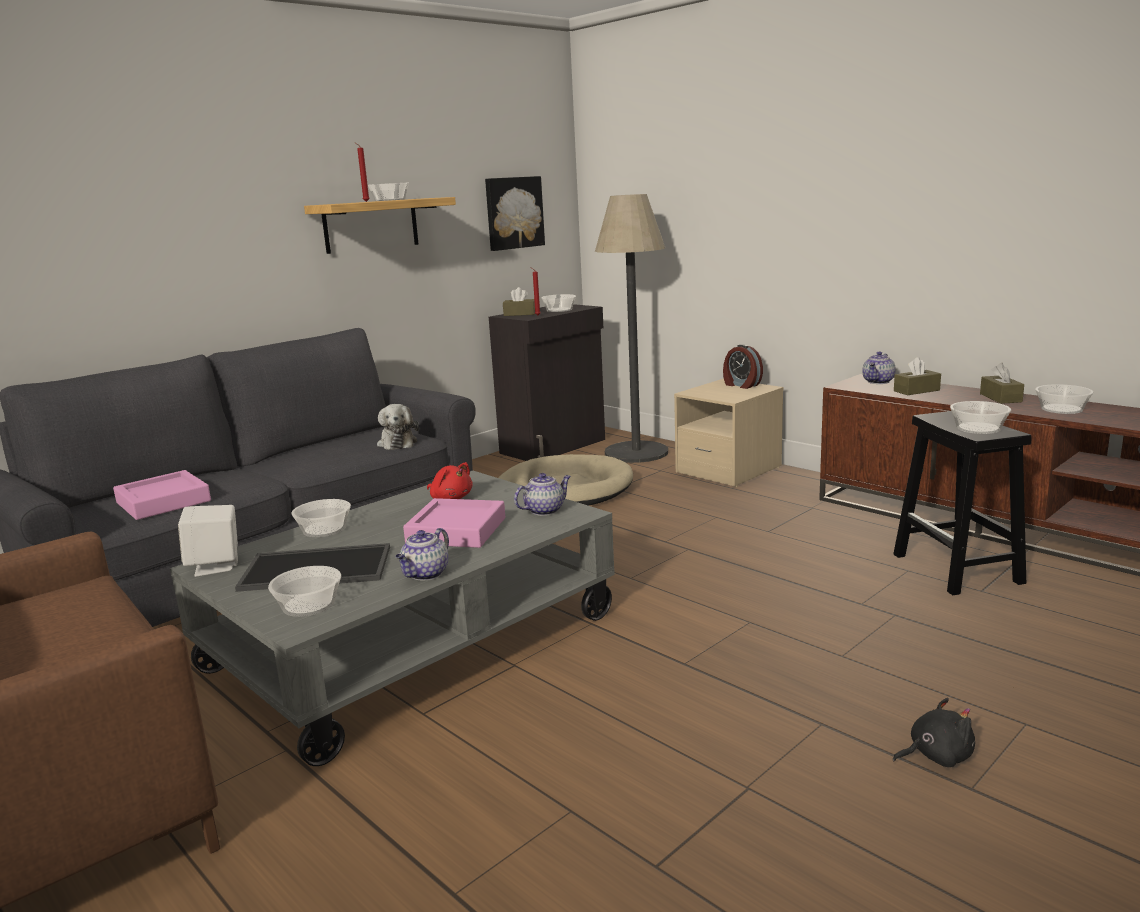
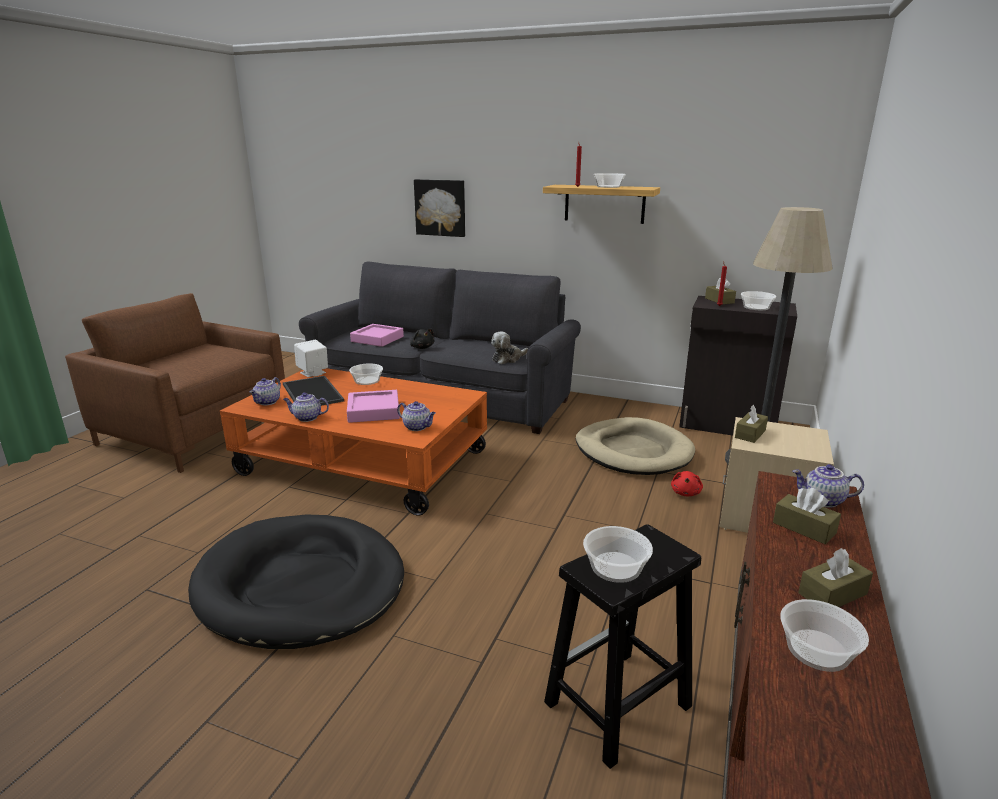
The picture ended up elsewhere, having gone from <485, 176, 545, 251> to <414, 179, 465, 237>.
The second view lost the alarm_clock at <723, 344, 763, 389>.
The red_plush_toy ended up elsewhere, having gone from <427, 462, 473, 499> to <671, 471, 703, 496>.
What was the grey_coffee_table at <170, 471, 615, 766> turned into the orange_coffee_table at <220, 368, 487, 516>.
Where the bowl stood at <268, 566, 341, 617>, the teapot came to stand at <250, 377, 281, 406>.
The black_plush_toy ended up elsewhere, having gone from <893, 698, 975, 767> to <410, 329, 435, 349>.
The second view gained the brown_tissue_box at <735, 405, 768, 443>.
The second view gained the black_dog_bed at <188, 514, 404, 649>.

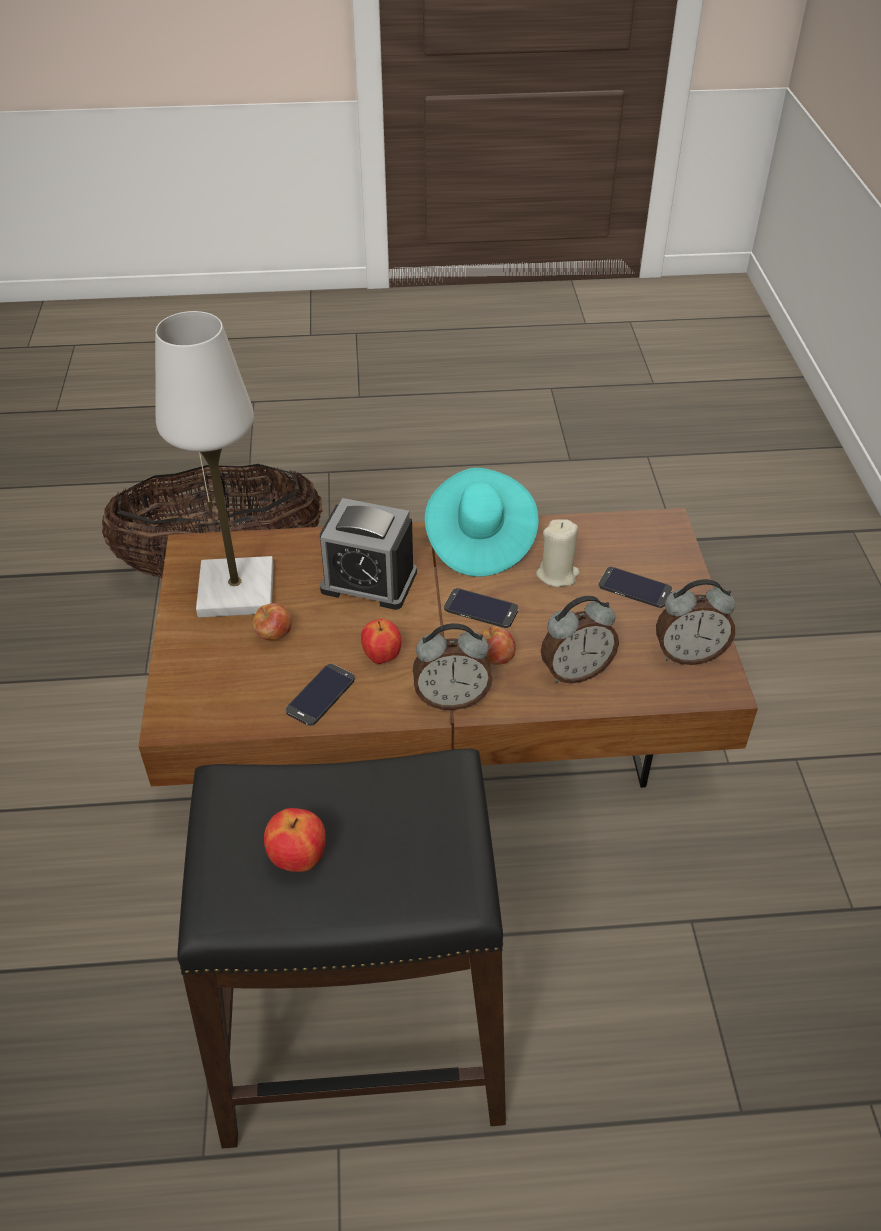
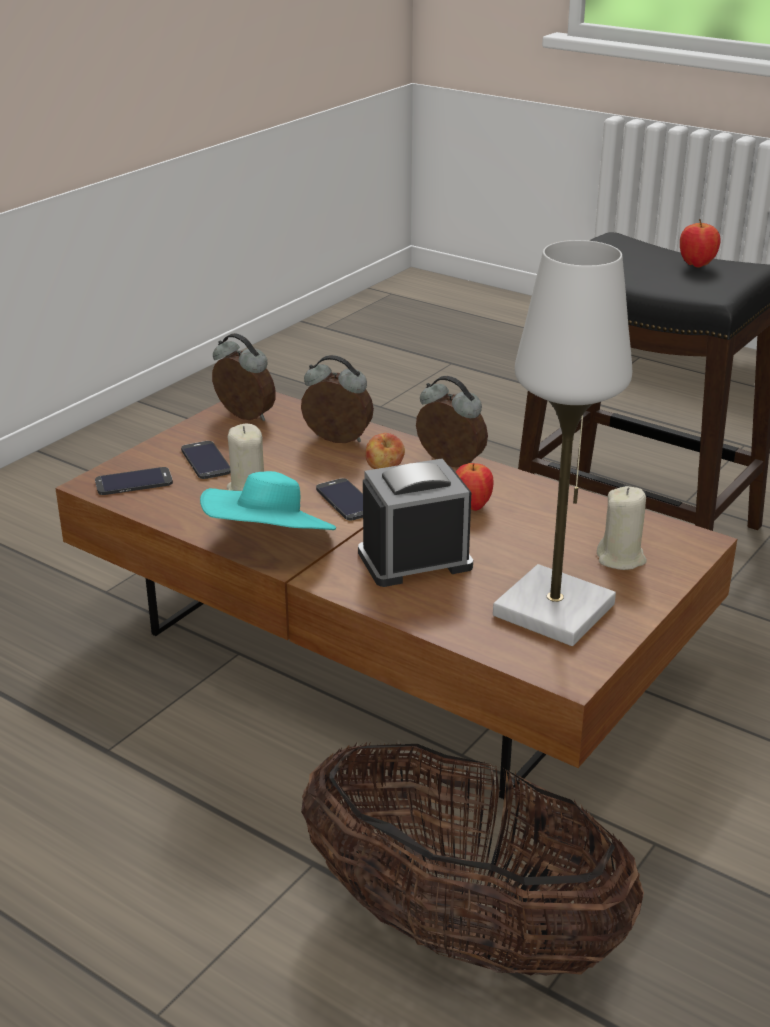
The alarm_clock at <320, 498, 417, 610> ended up facing another way, 75 degrees counterclockwise from before.
The second view lost the apple at <253, 603, 292, 640>.
The phone ended up elsewhere, having gone from <286, 664, 355, 726> to <95, 467, 173, 495>.
The second view gained the beige_candle at <597, 486, 647, 570>.

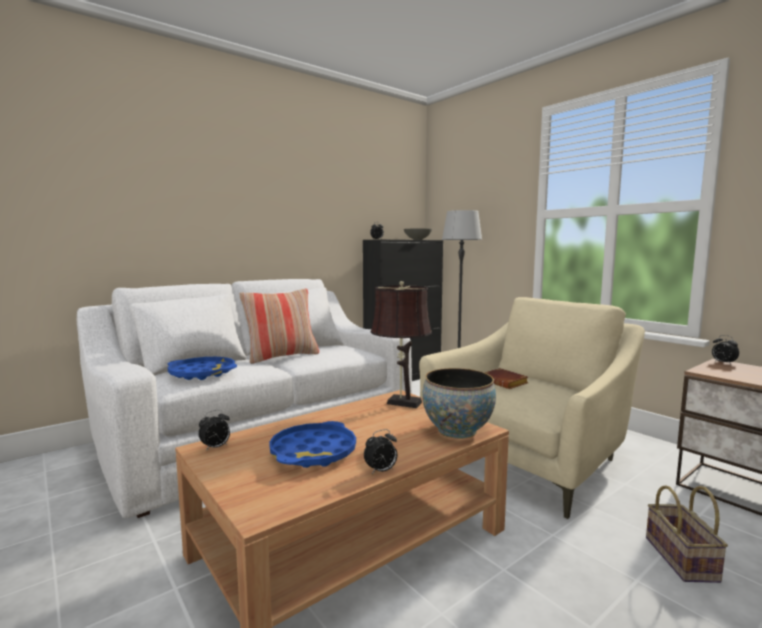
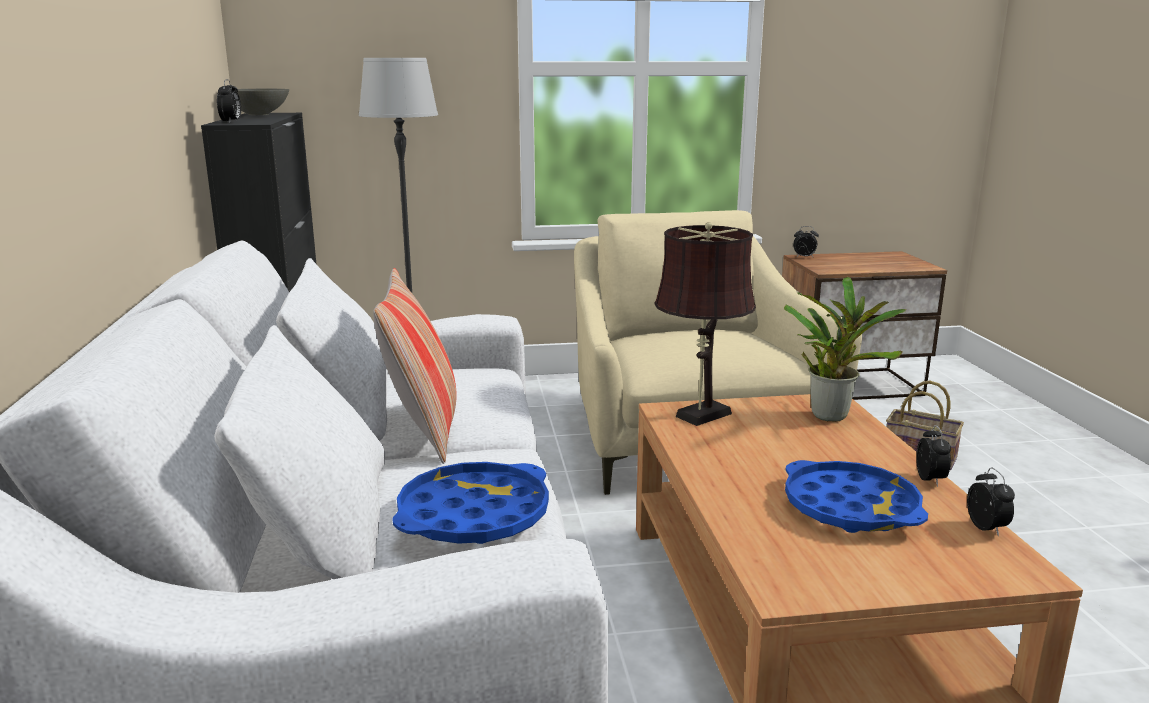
Where the bowl stood at <422, 368, 496, 439>, the potted_plant came to stand at <784, 277, 906, 422>.
The second view lost the brown_book at <484, 368, 528, 389>.
The alarm_clock ended up elsewhere, having gone from <198, 410, 230, 451> to <967, 468, 1015, 537>.

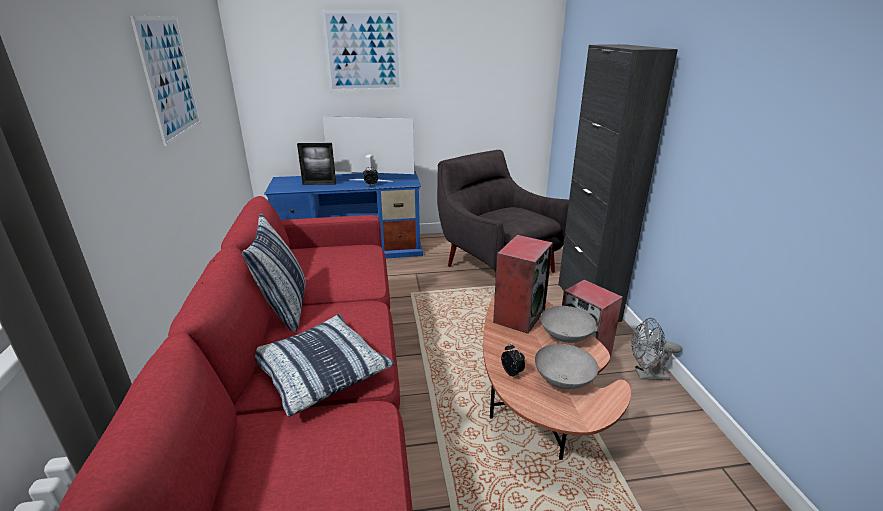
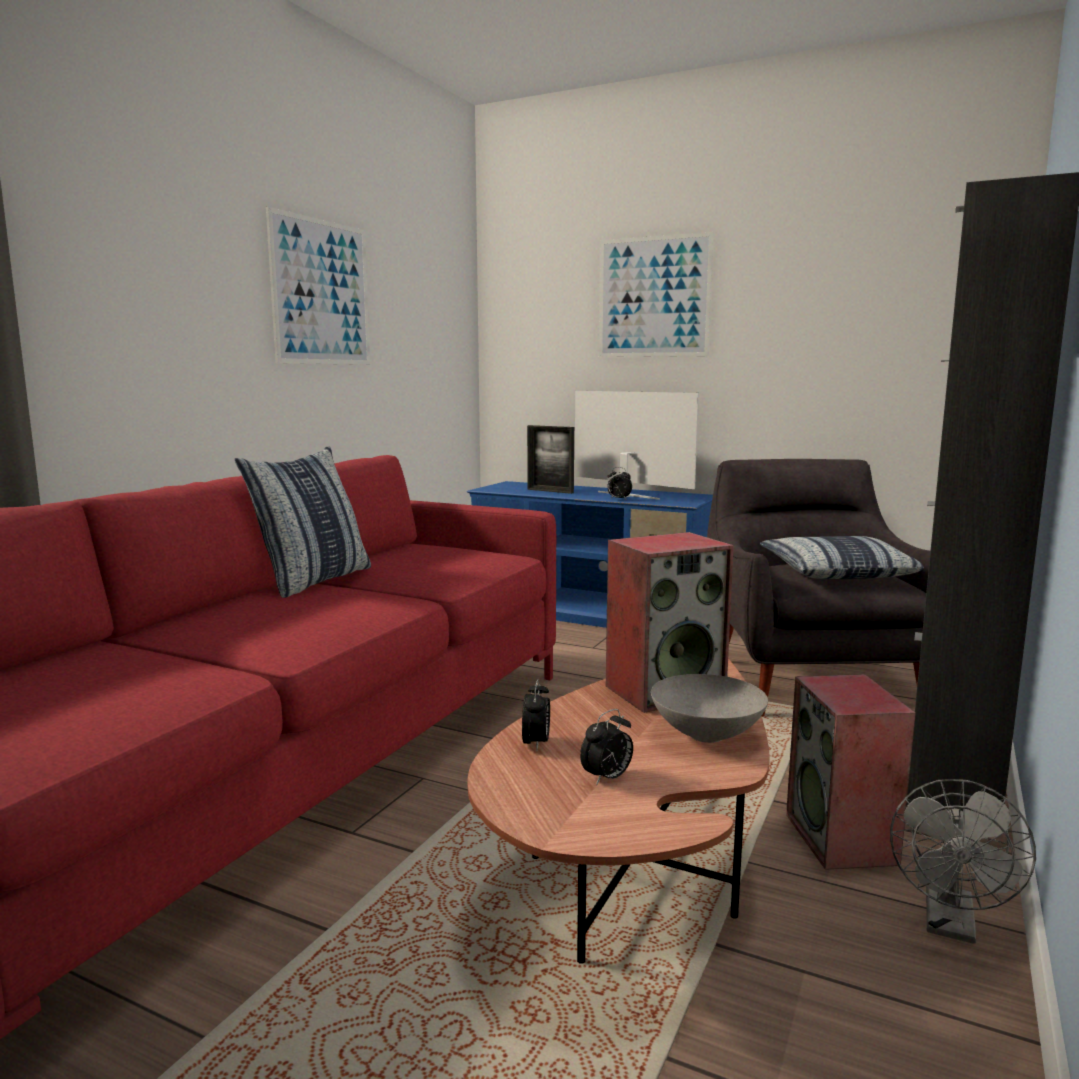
The pillow ended up elsewhere, having gone from <255, 314, 395, 417> to <760, 536, 924, 579>.
The grey_fan at <631, 318, 682, 380> ended up facing another way, 105 degrees counterclockwise from before.
Where the grey_bowl stood at <535, 344, 599, 389>, the alarm_clock came to stand at <580, 709, 633, 785>.

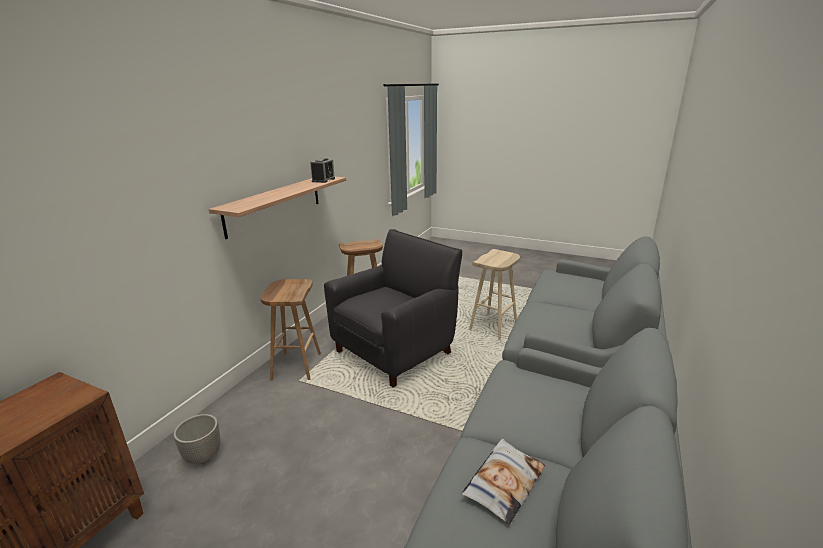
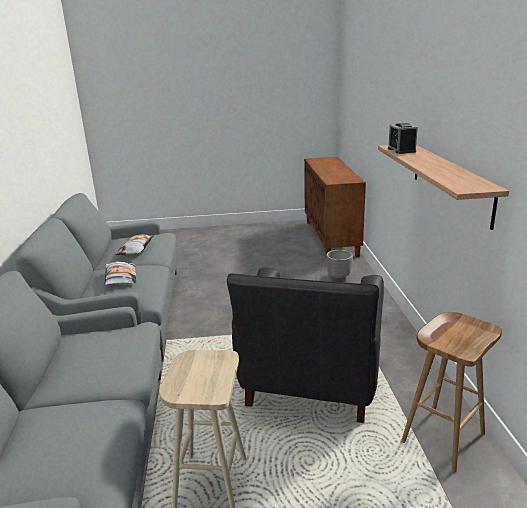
The alarm_clock ended up elsewhere, having gone from <310, 158, 335, 183> to <388, 123, 418, 154>.
The second view lost the brown_stool at <260, 279, 321, 380>.
The second view gained the pillow at <105, 261, 136, 285>.

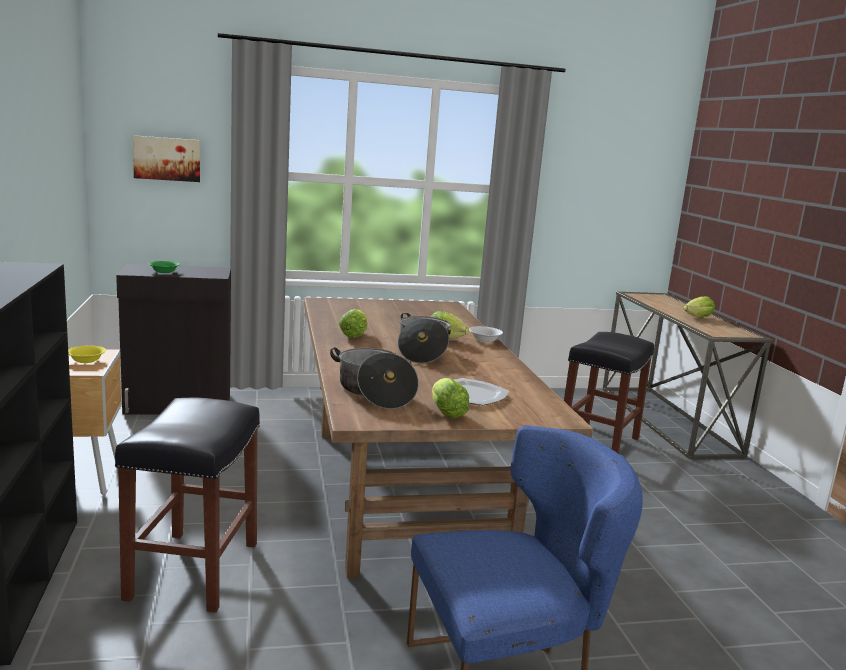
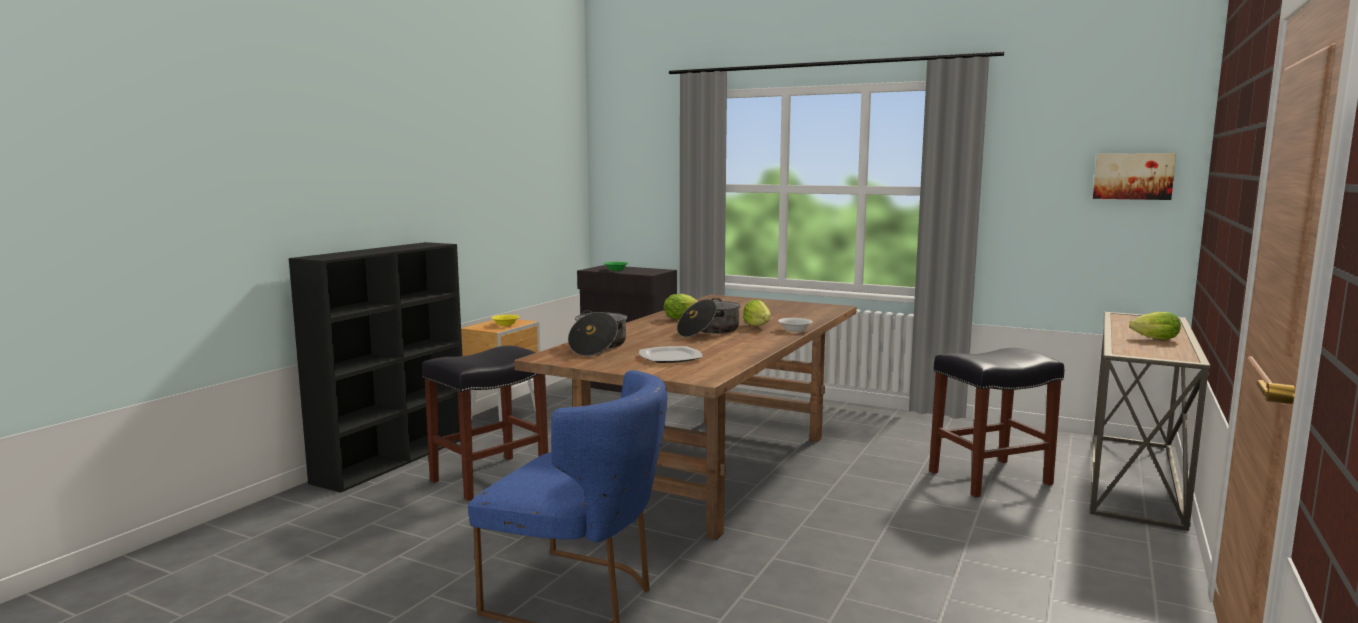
The picture ended up elsewhere, having gone from <133, 135, 200, 182> to <1093, 153, 1176, 200>.
The second view lost the lettuce at <432, 378, 469, 418>.

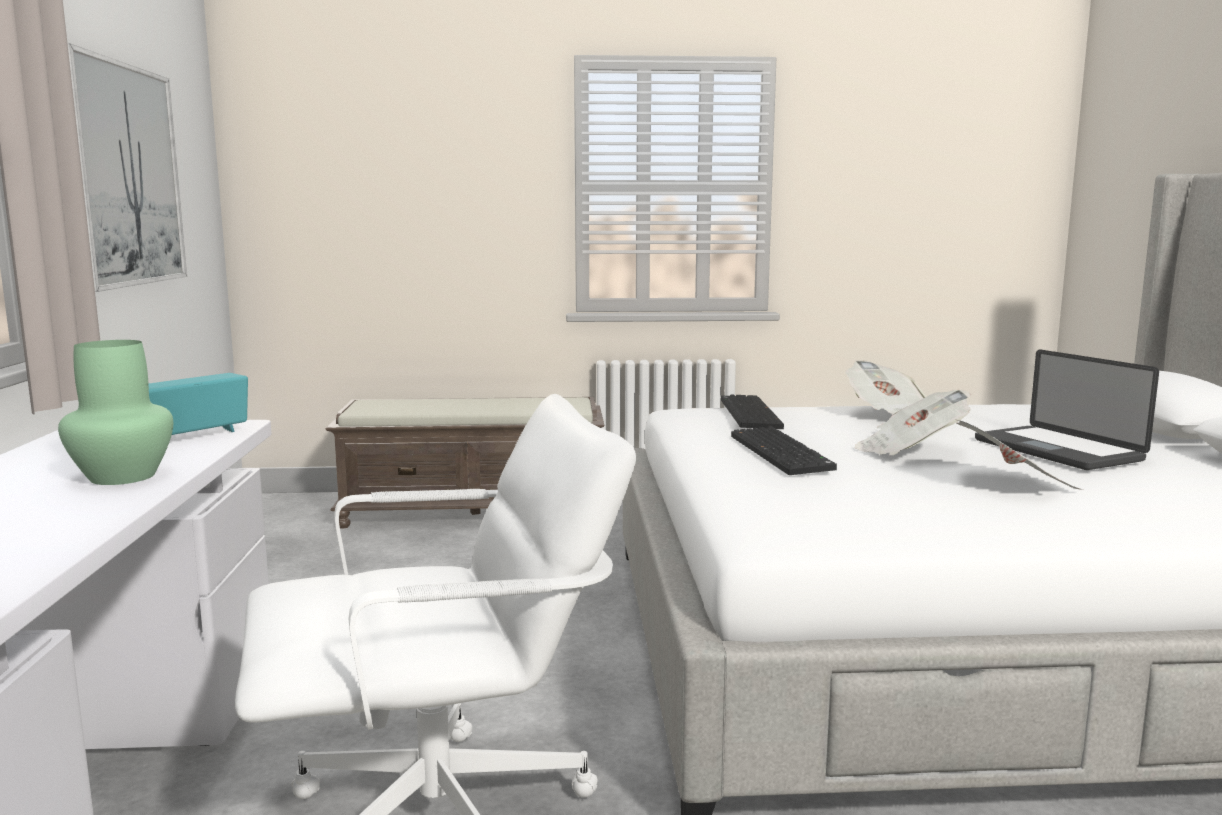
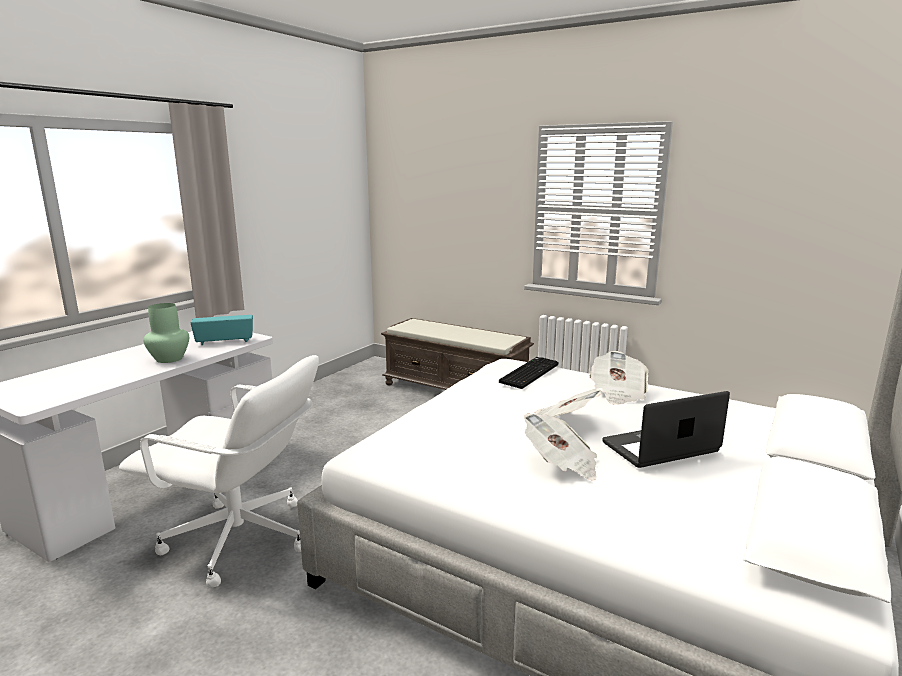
The second view lost the picture at <68, 43, 187, 292>.
The laptop at <975, 350, 1159, 470> ended up facing another way, 60 degrees clockwise from before.
The second view lost the keyboard at <731, 426, 837, 475>.

